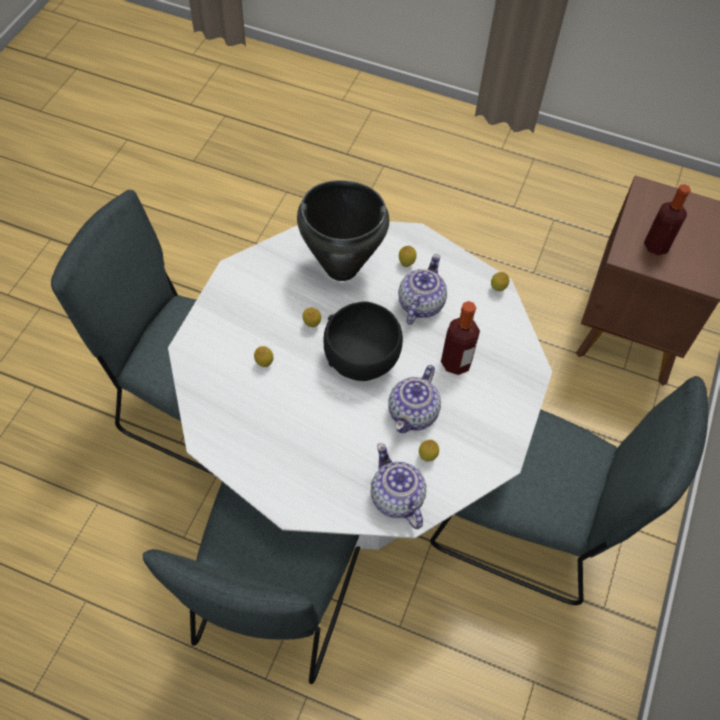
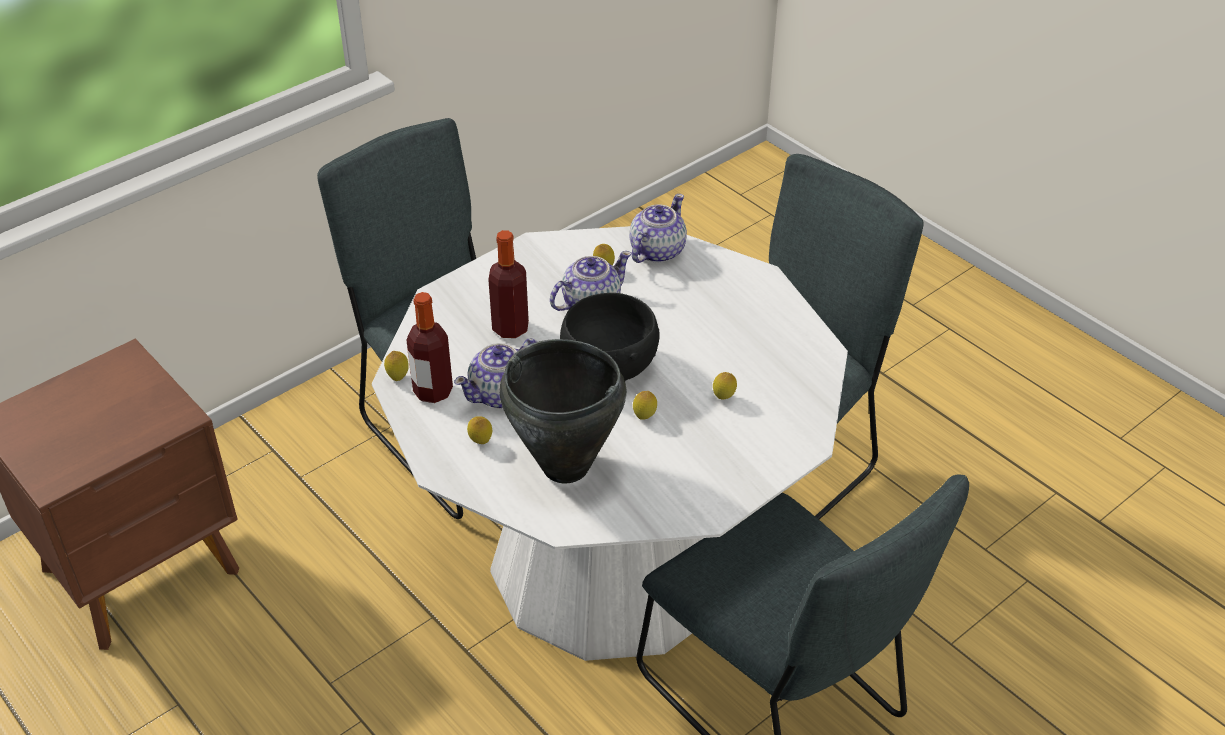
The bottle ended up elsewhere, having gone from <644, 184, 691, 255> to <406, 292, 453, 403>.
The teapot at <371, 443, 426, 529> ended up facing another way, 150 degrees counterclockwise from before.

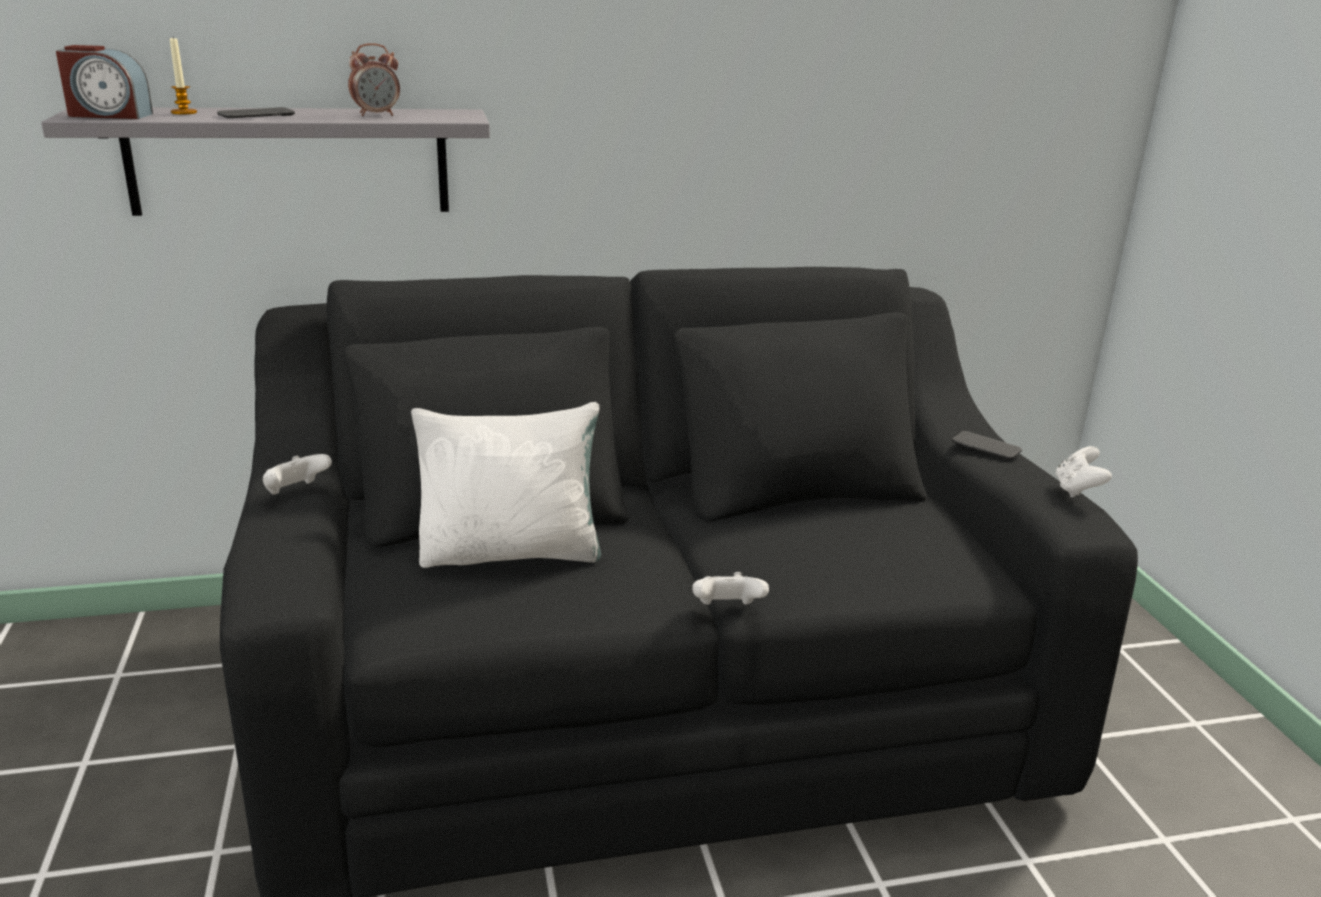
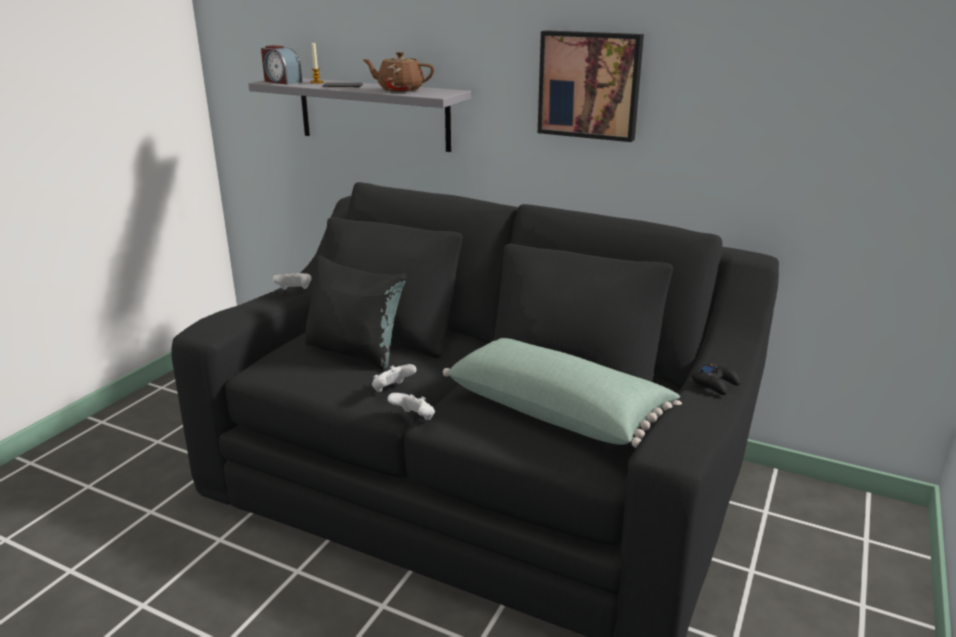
Where the alarm_clock stood at <348, 43, 400, 116>, the brown_teapot came to stand at <362, 52, 434, 92>.
What was the white_pillow at <411, 402, 601, 568> turned into the black_pillow at <305, 255, 407, 370>.
Where the phone stood at <952, 431, 1022, 459>, the black_game_controller came to stand at <691, 364, 741, 395>.
The white_game_controller ended up elsewhere, having gone from <1055, 446, 1112, 497> to <372, 364, 417, 392>.
The second view gained the picture at <538, 30, 644, 142>.
The second view gained the green_pillow at <443, 338, 682, 448>.

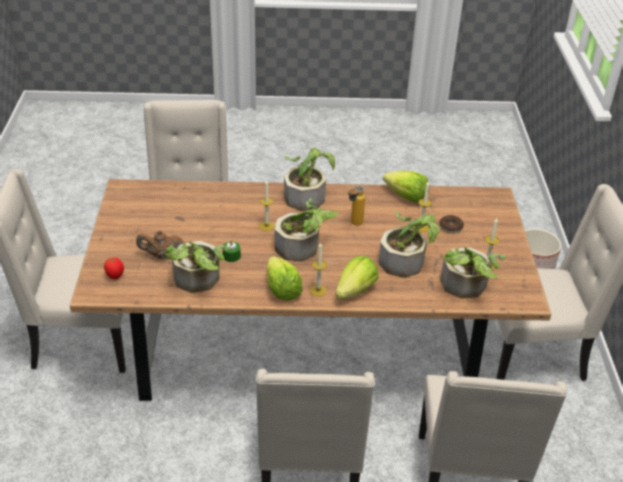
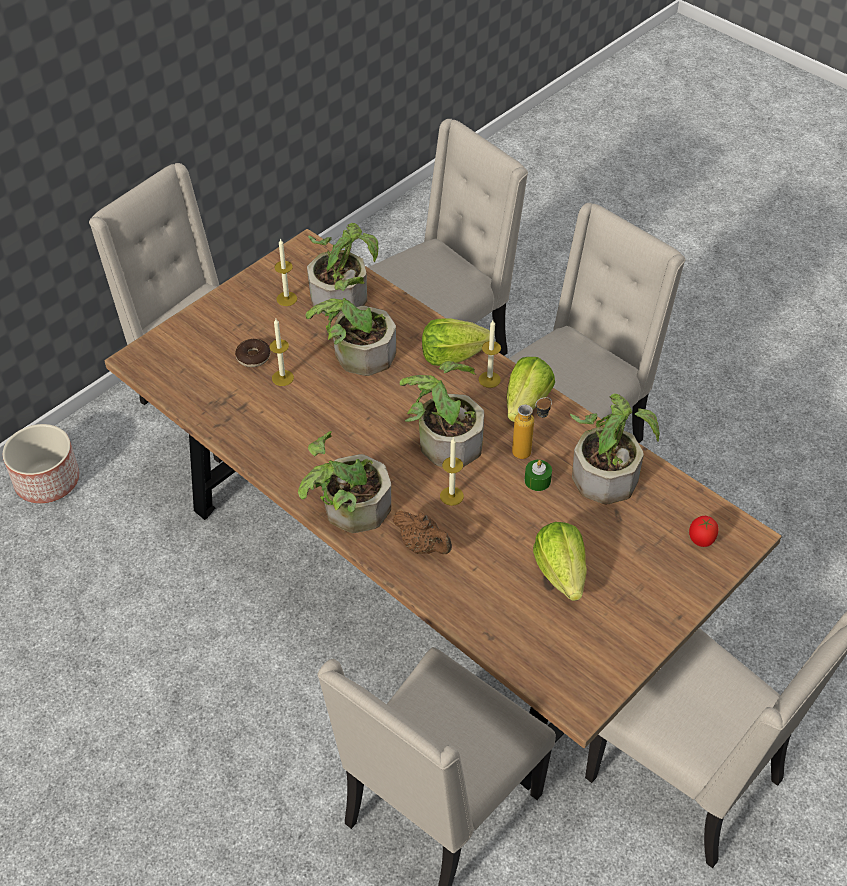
The lettuce ended up elsewhere, having gone from <383, 171, 430, 203> to <533, 522, 587, 601>.
The bottle ended up elsewhere, having gone from <348, 186, 365, 226> to <512, 397, 552, 459>.
The brown_teapot ended up elsewhere, having gone from <136, 230, 183, 259> to <393, 510, 452, 554>.

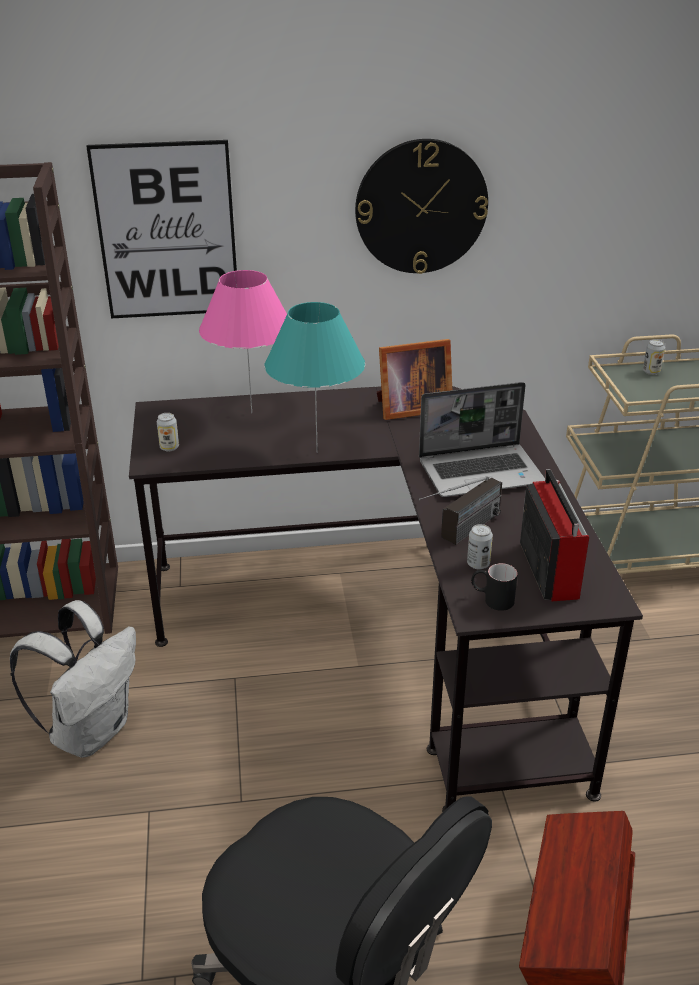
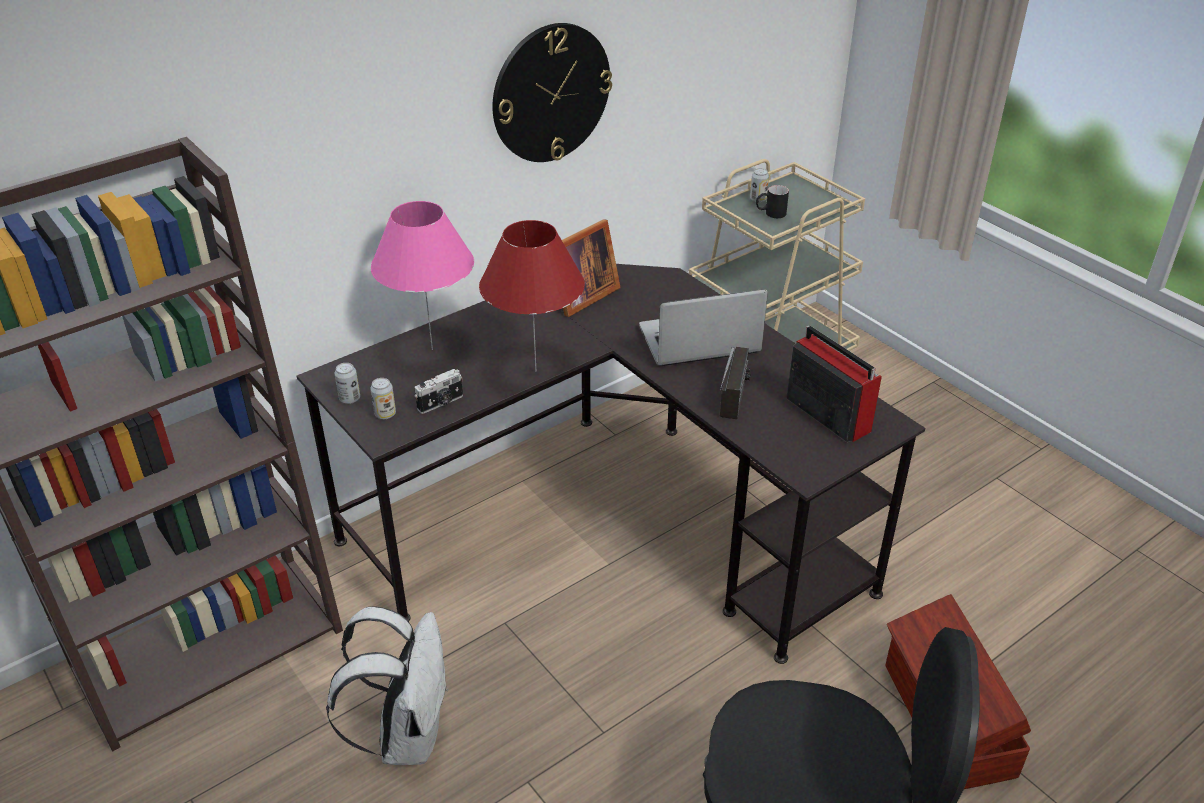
The second view lost the picture at <86, 140, 237, 319>.
What was the turquoise_table_lamp at <264, 302, 365, 453> turned into the red_table_lamp at <479, 220, 585, 371>.
The laptop at <419, 382, 545, 497> ended up facing another way, 150 degrees counterclockwise from before.
The can ended up elsewhere, having gone from <467, 524, 493, 569> to <335, 363, 360, 404>.
The black_mug ended up elsewhere, having gone from <471, 563, 518, 611> to <756, 185, 789, 218>.
The second view gained the photo_camera at <415, 369, 463, 414>.

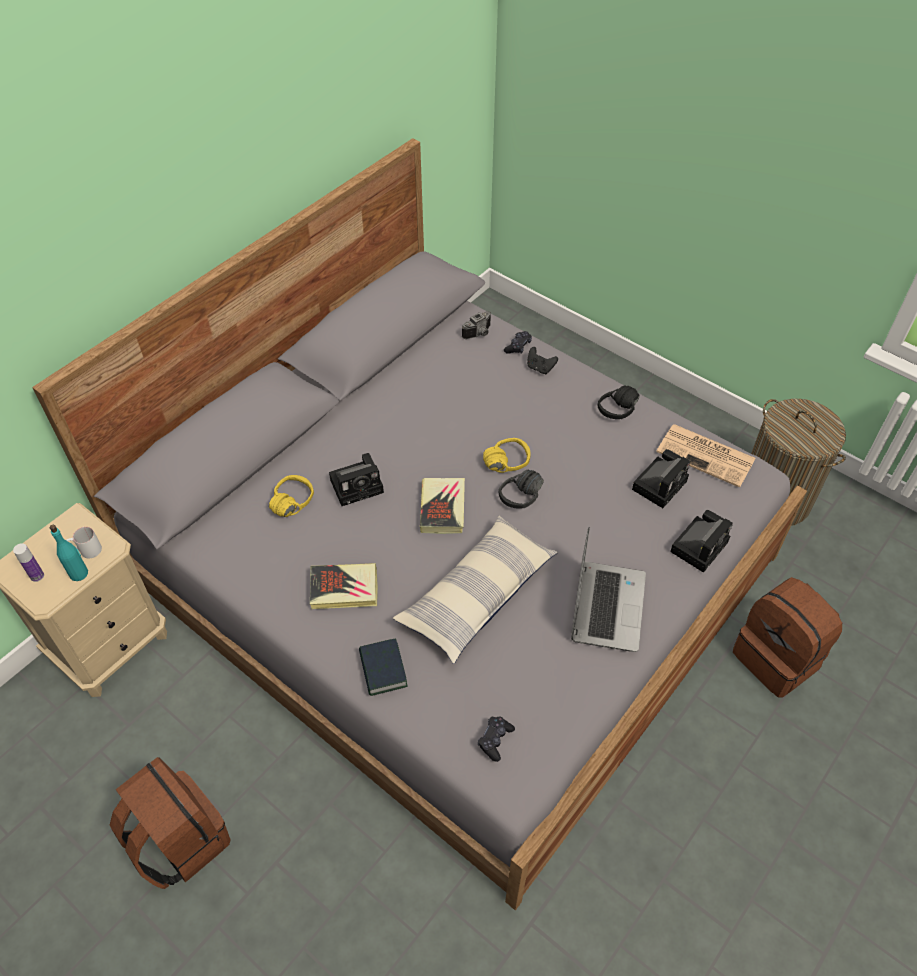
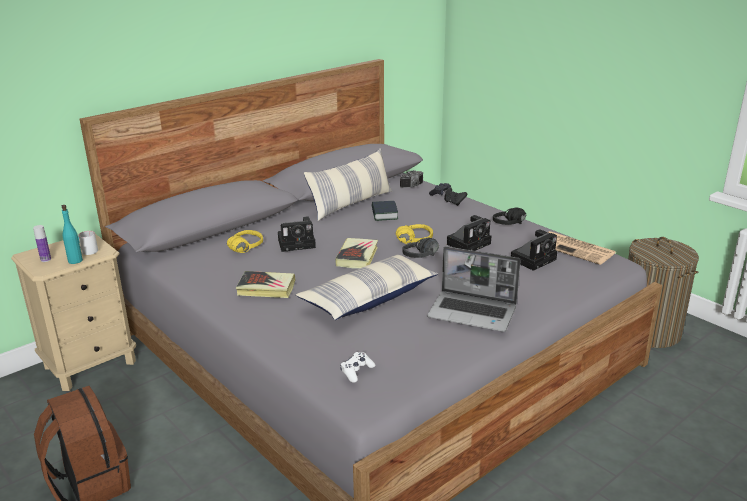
The photo_camera ended up elsewhere, having gone from <670, 510, 733, 573> to <447, 215, 491, 251>.
The laptop at <571, 527, 646, 652> ended up facing another way, 90 degrees clockwise from before.
The second view lost the brown_backpack at <733, 577, 842, 698>.
The book ended up elsewhere, having gone from <359, 638, 408, 696> to <372, 201, 398, 221>.
What was the black_game_controller at <478, 717, 515, 762> turned into the white_game_controller at <340, 352, 375, 383>.
The second view gained the pillow at <304, 148, 393, 221>.

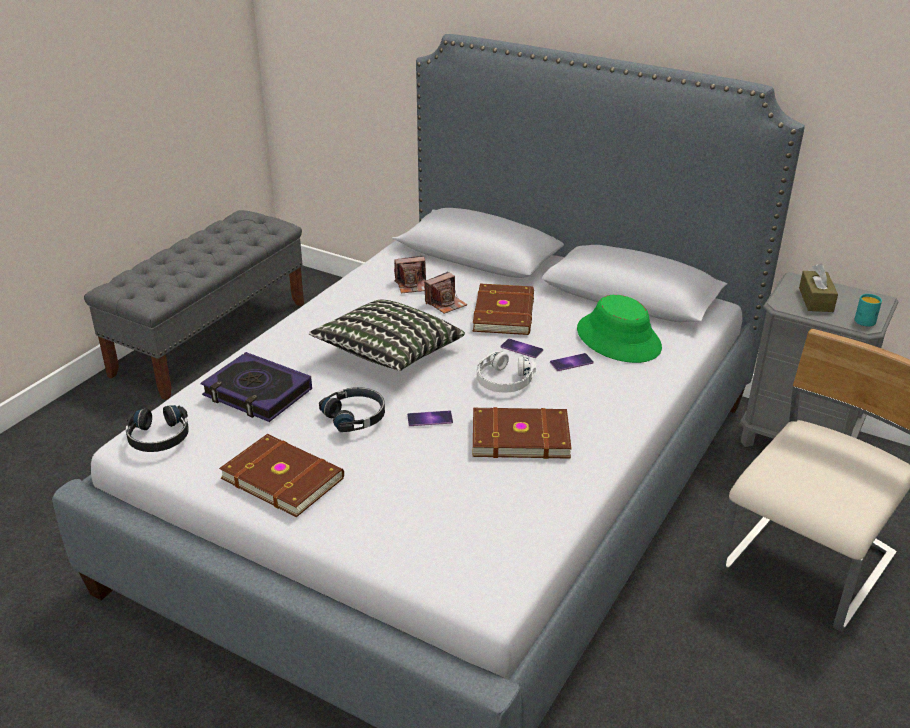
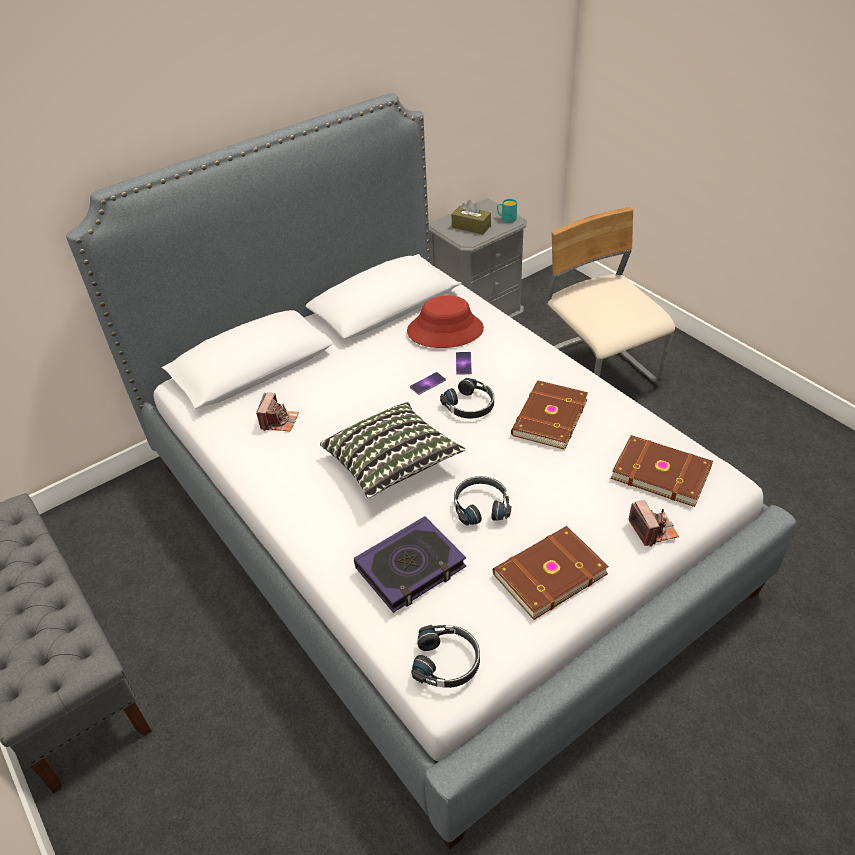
The photo_camera ended up elsewhere, having gone from <424, 272, 467, 314> to <628, 500, 679, 547>.
The brown_book ended up elsewhere, having gone from <472, 284, 534, 335> to <611, 435, 713, 507>.
What was the green_hat at <577, 295, 662, 363> turned into the red_hat at <407, 295, 484, 348>.
What was the white_headphones at <477, 351, 536, 392> turned into the black_headphones at <440, 378, 494, 419>.
The second view lost the phone at <407, 411, 453, 426>.

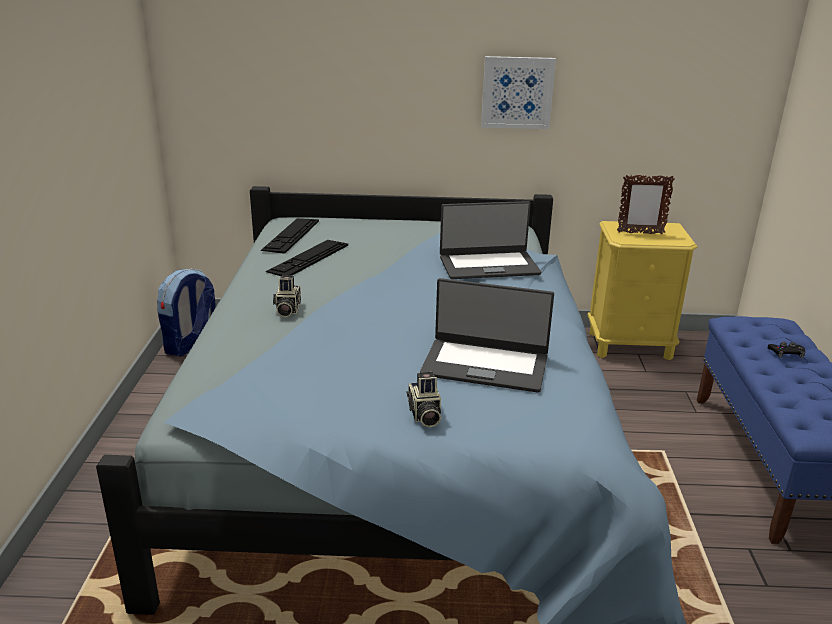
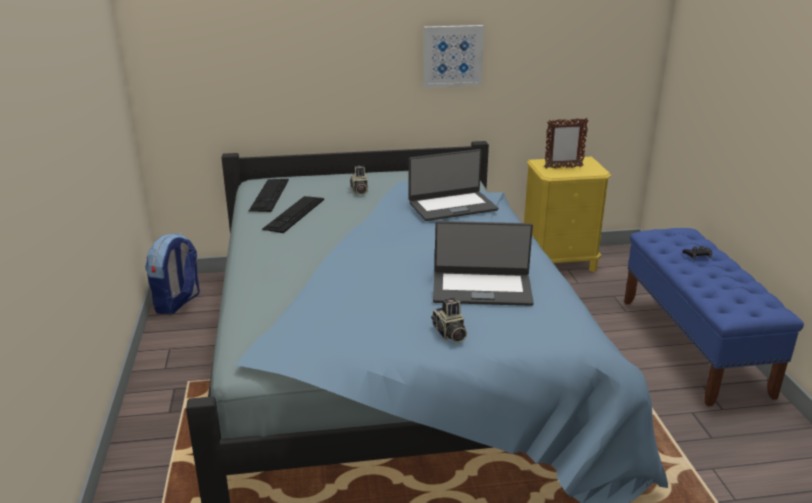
The photo_camera ended up elsewhere, having gone from <273, 276, 301, 317> to <350, 166, 368, 195>.

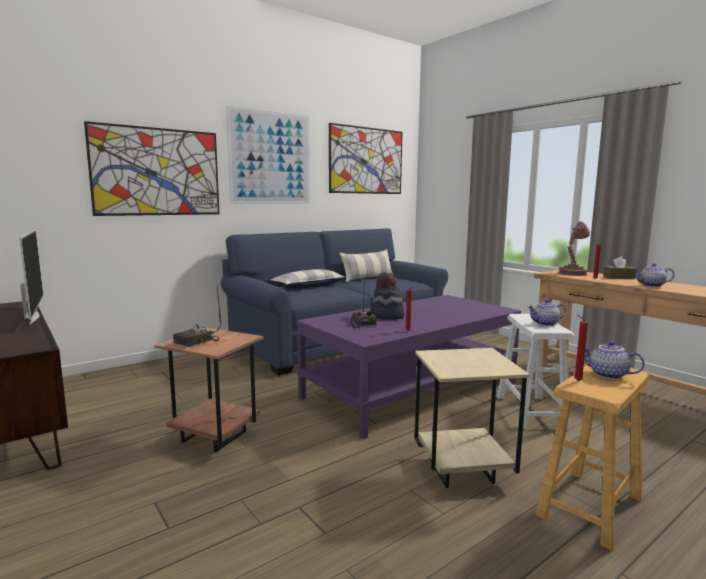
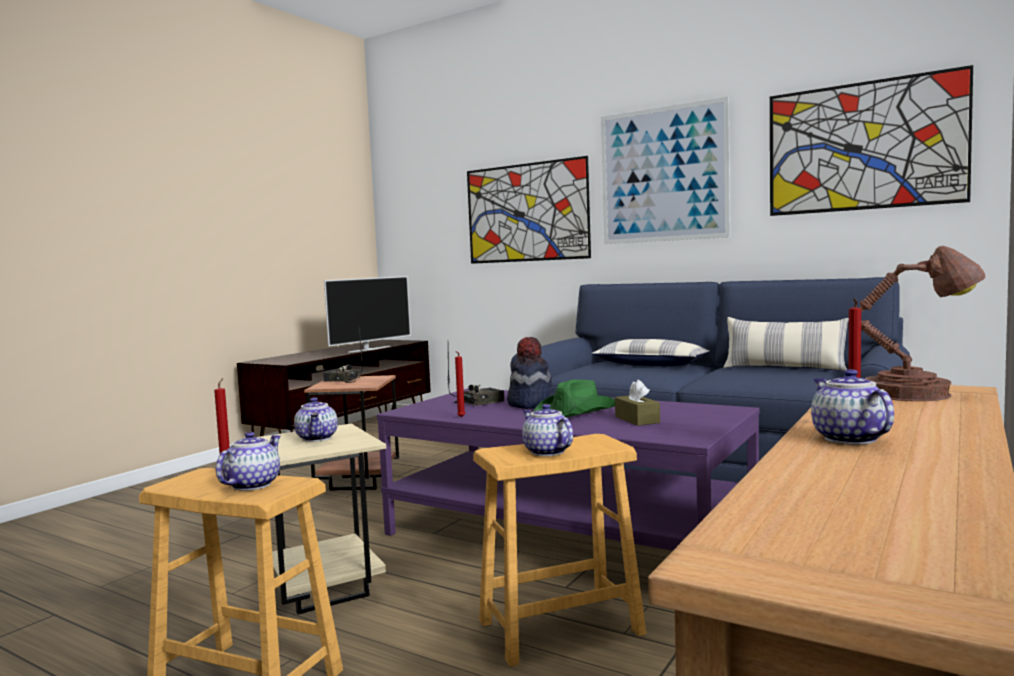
The brown_tissue_box ended up elsewhere, having gone from <603, 257, 636, 279> to <615, 380, 660, 426>.
What was the white_stool at <497, 314, 574, 429> turned into the brown_stool at <473, 434, 646, 667>.
The second view gained the green_hat at <533, 380, 615, 417>.
The second view gained the teapot at <294, 397, 338, 442>.

